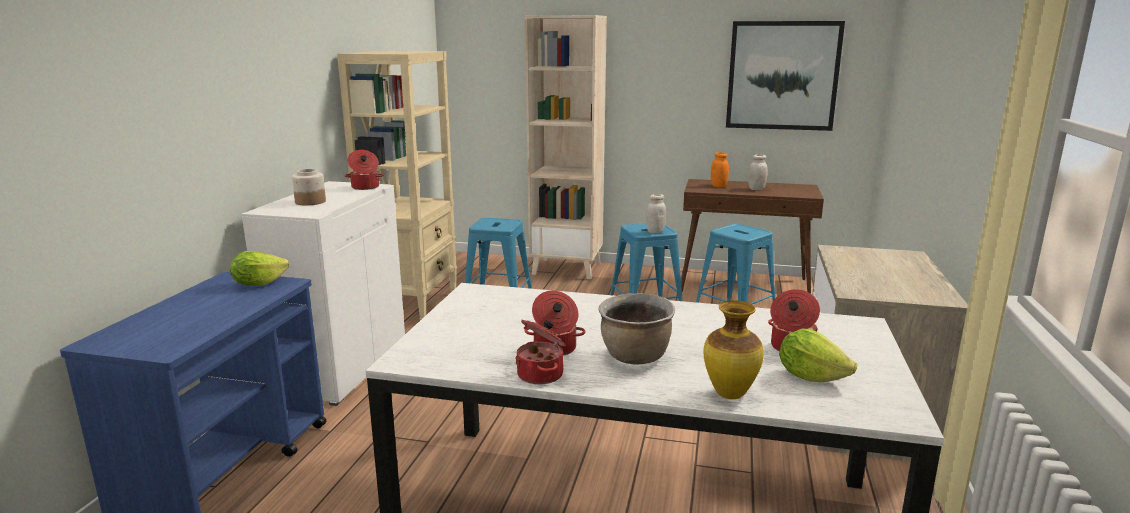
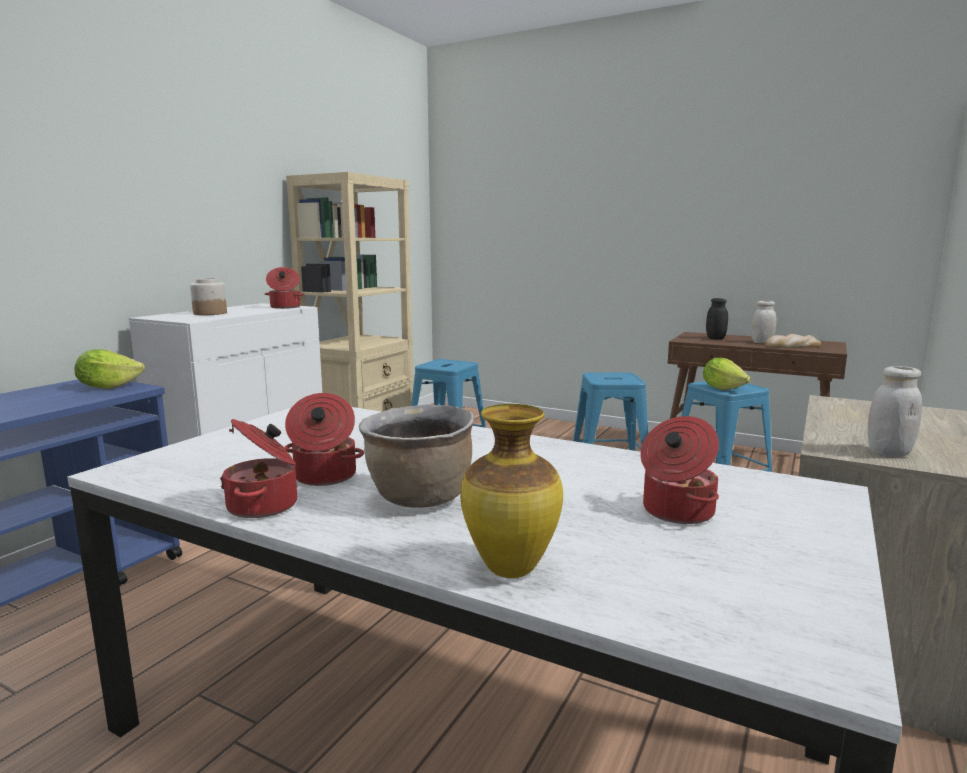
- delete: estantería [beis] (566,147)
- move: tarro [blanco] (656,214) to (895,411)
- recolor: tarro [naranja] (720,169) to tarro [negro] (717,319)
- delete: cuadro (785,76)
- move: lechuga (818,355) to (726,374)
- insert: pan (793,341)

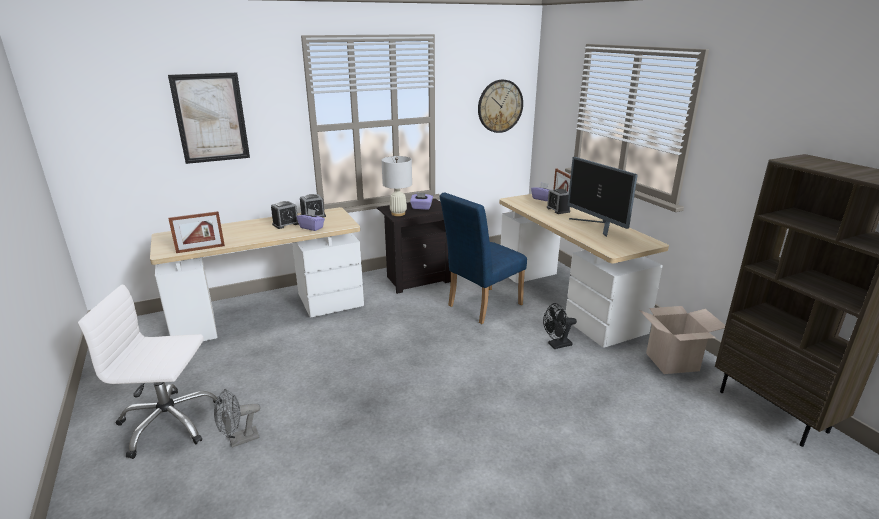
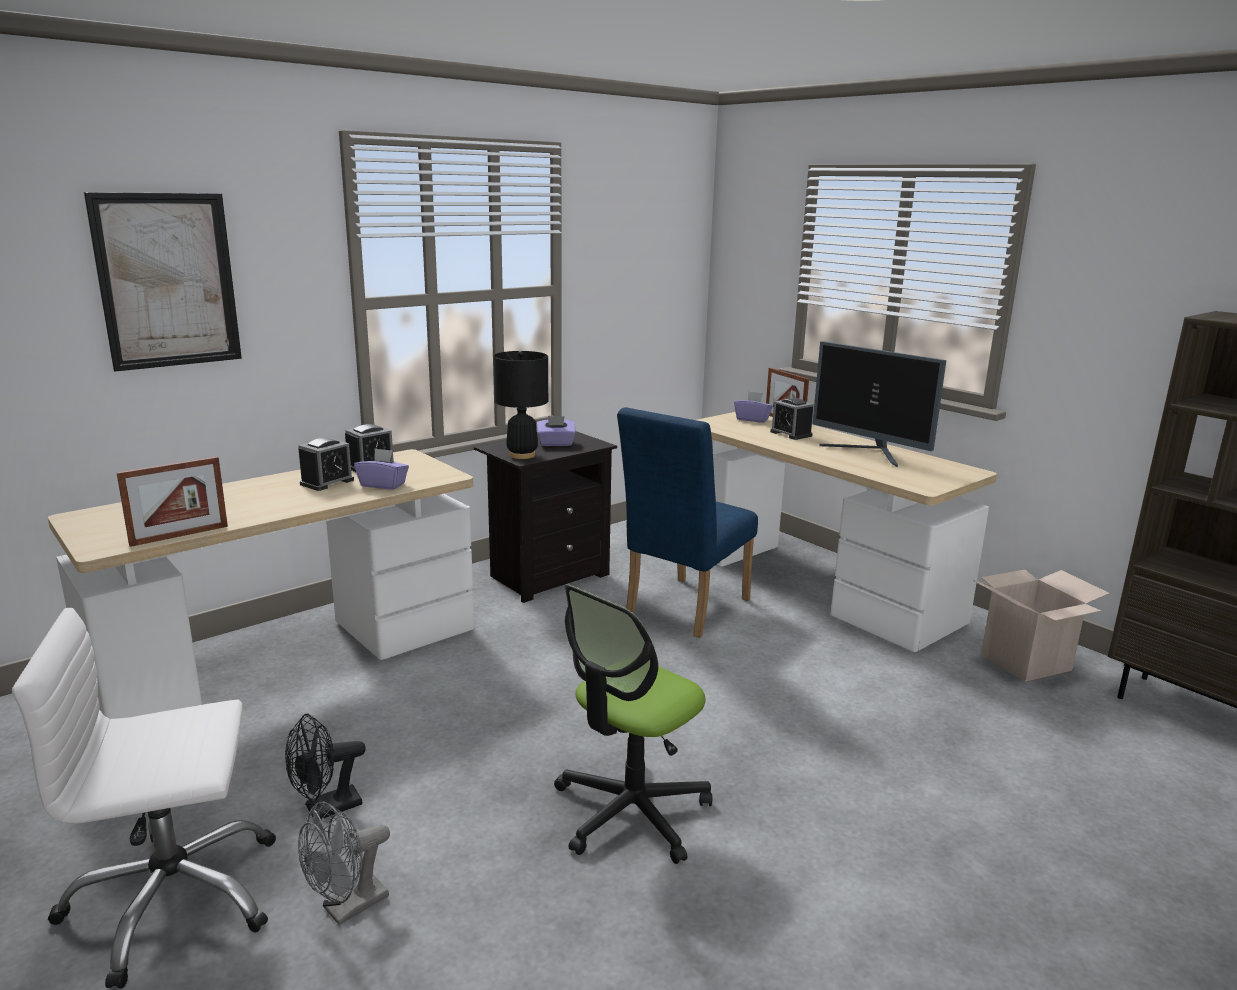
- recolor: lámpara de mesa [blanco] (397,186) to lámpara de mesa [negro] (520,405)
- delete: reloj de pared (500,106)
- move: ventilador [negro] (560,326) to (325,766)
- insert: silla de oficina (633,724)

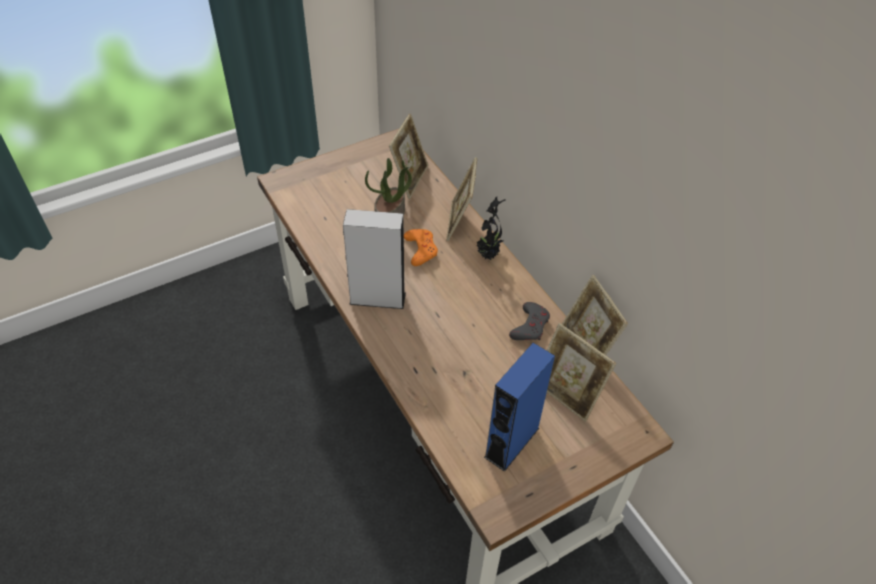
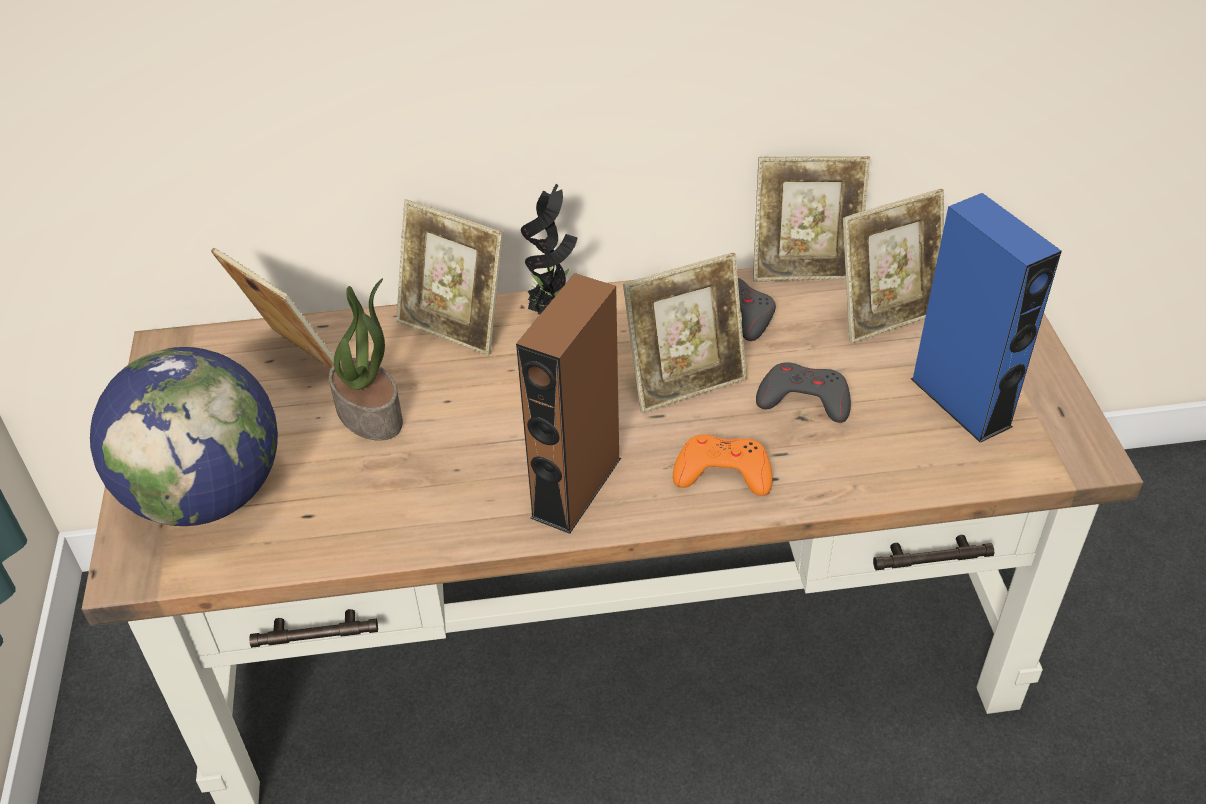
- recolor: altavoz [gris] (374,259) to altavoz [marrón] (568,403)
- move: mando de consola [naranja] (421,247) to (723,465)
- insert: globo terráqueo (184,436)
- insert: portarretratos (685,333)
- insert: mando de consola [gris] (803,392)

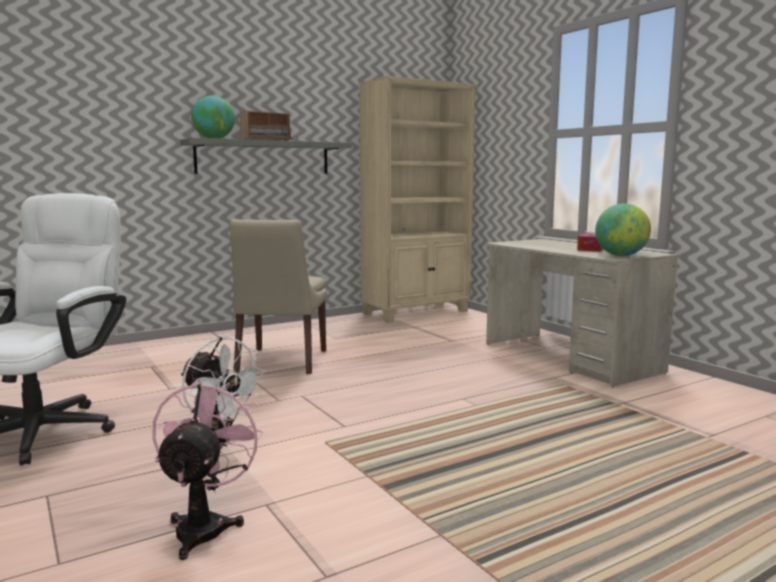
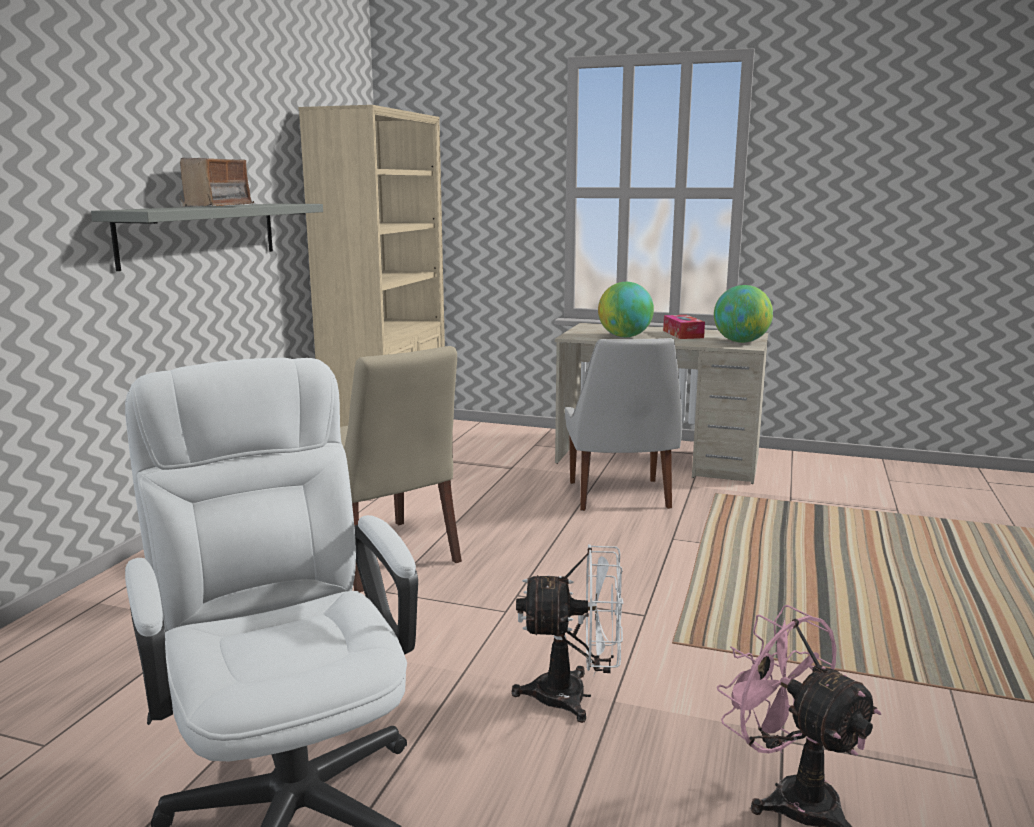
- move: globo terráqueo (213,117) to (626,309)
- insert: silla [blanco] (623,424)

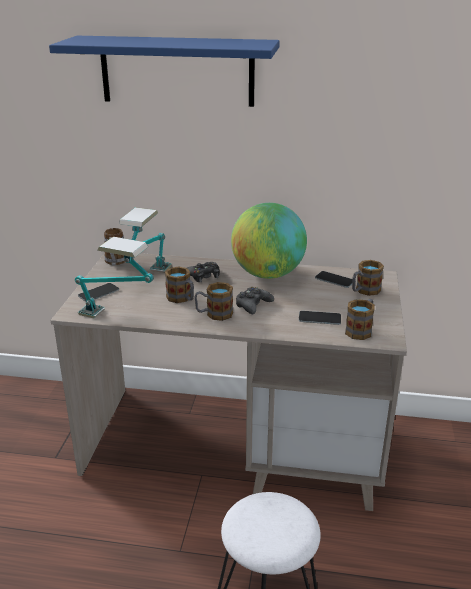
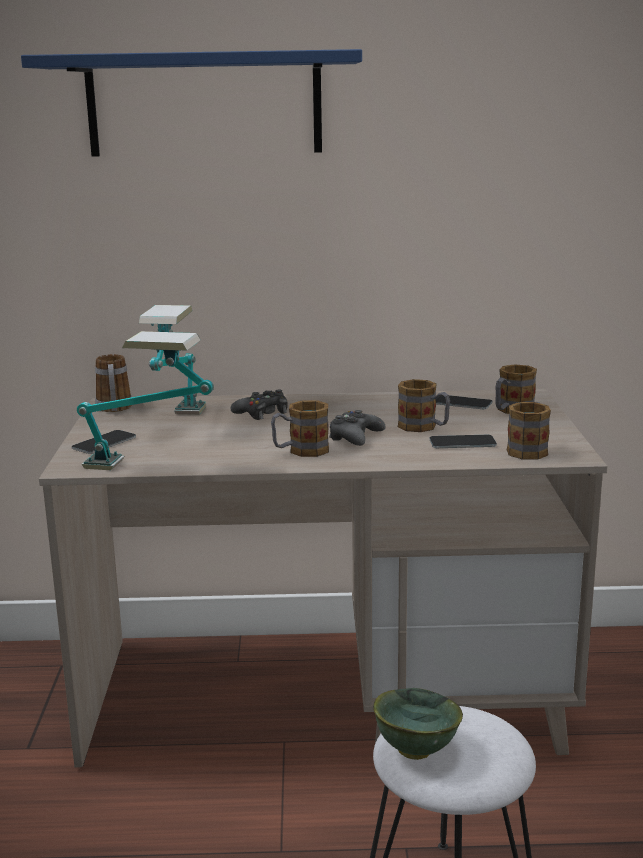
- move: taza grande (179,284) to (424,405)
- delete: globo terráqueo (269,241)
- insert: cuenco [verde] (418,724)

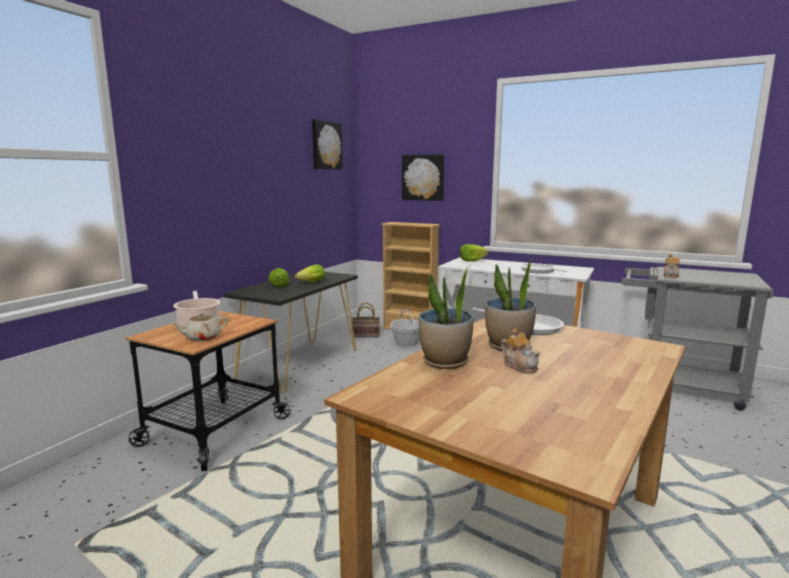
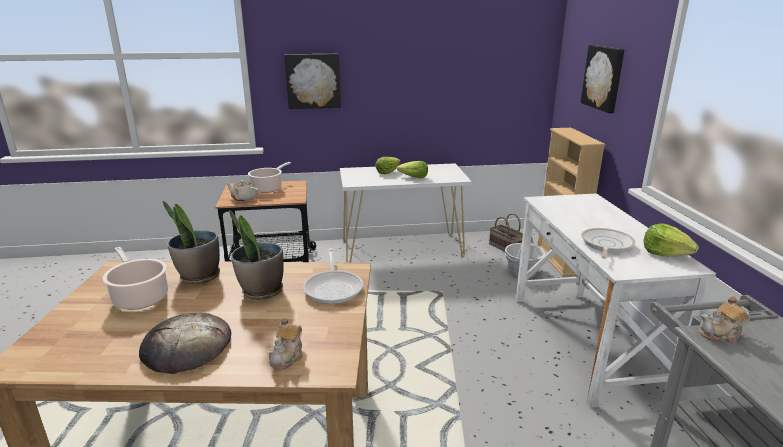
- recolor: mesa consola [negro] (290,332) to mesa consola [blanco] (406,213)
- move: cuadro (327,144) to (313,81)
- move: lechuga (474,253) to (671,240)
- move: tetera (521,351) to (285,344)
- insert: olla (135,278)
- insert: pan (185,343)

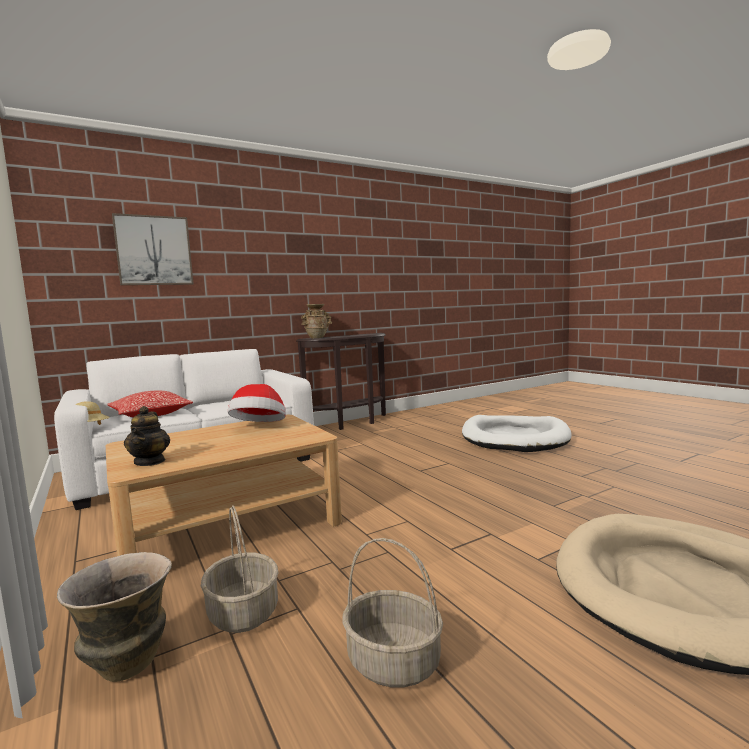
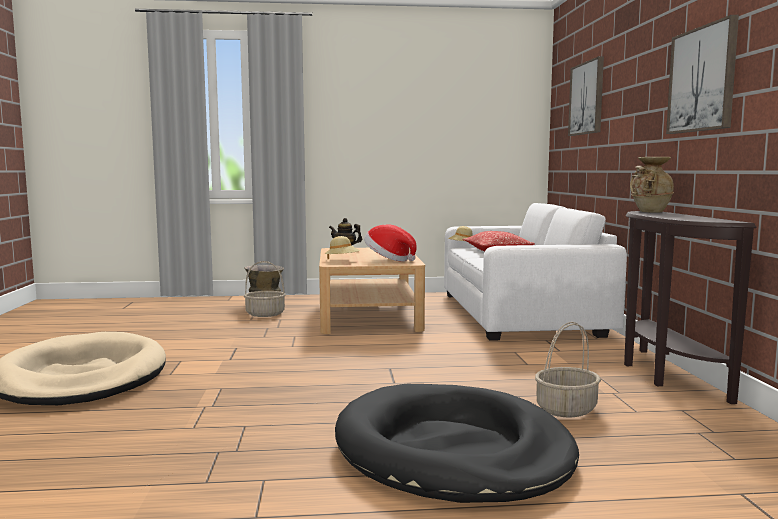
- move: cesta (392,613) to (568,369)
- recolor: cama para perro [blanco] (517,433) to cama para perro [negro] (457,443)
- insert: sombrero [beis] (342,247)
- insert: cuadro (702,74)

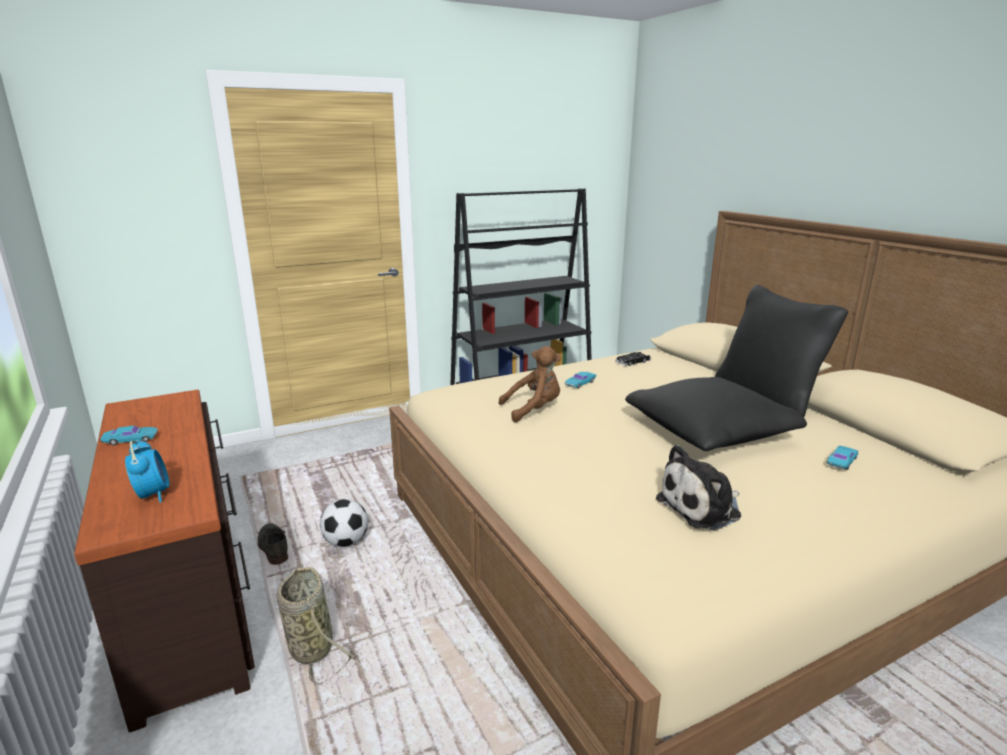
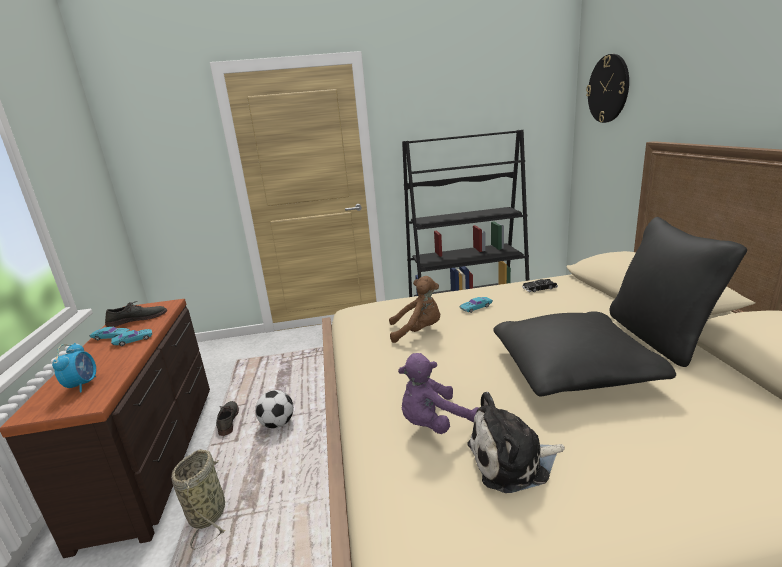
- move: coche de juguete [turquesa] (842,458) to (131,337)
- insert: zapato [gris] (136,314)
- insert: peluche [morado] (438,393)
- insert: reloj de pared (607,88)

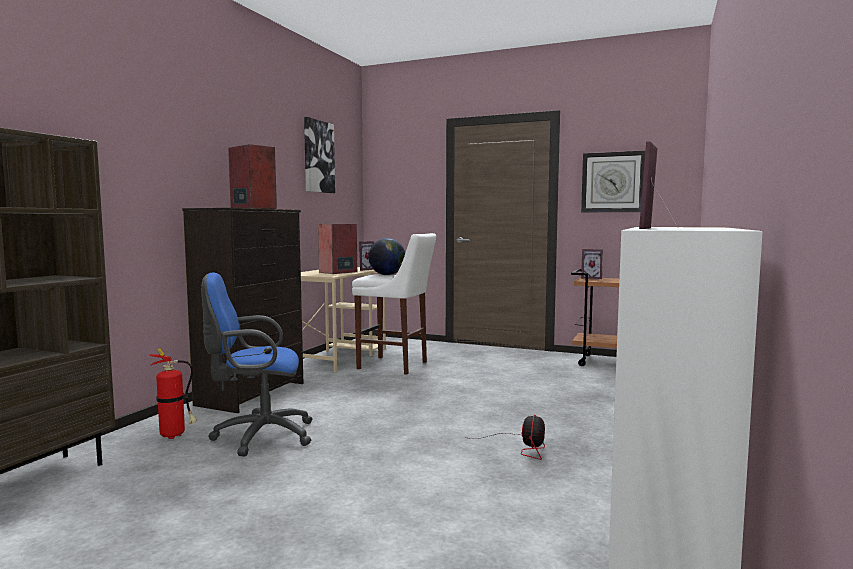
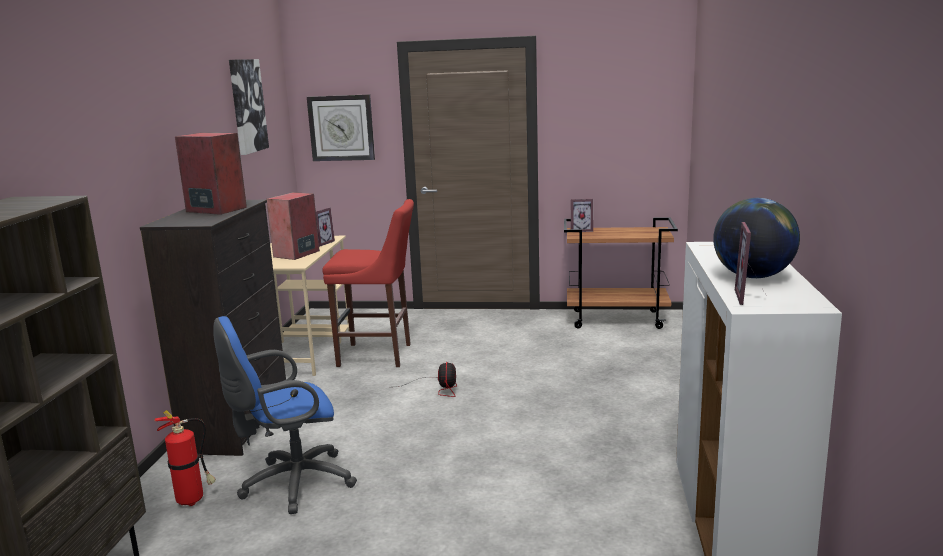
- recolor: taburete [blanco] (394,303) to taburete [rojo] (368,283)
- move: globo terráqueo (386,256) to (756,238)
- move: ventilador (504,437) to (427,379)
- move: reloj de pared (613,181) to (341,127)

